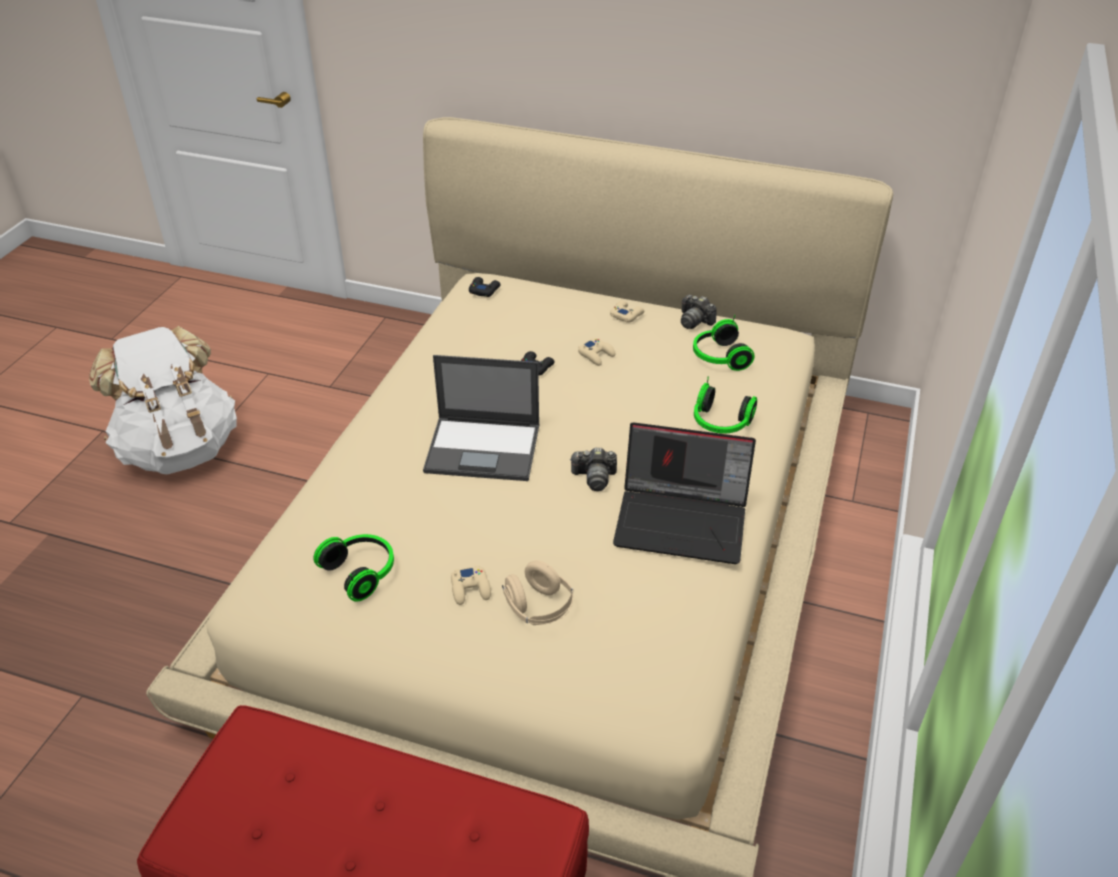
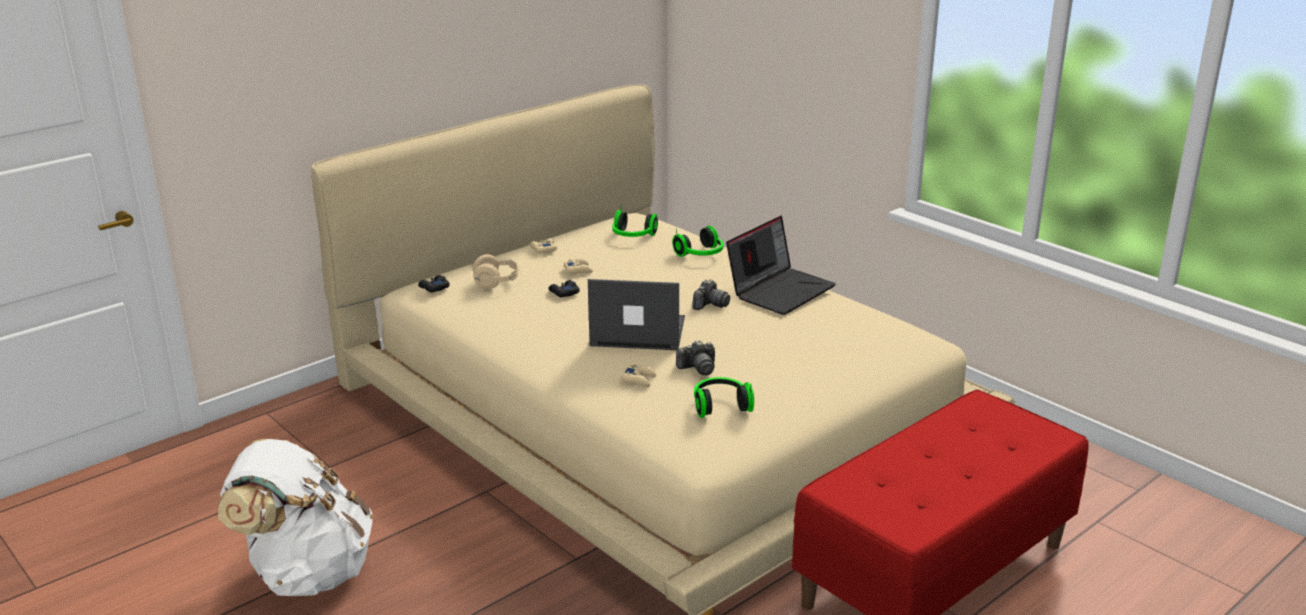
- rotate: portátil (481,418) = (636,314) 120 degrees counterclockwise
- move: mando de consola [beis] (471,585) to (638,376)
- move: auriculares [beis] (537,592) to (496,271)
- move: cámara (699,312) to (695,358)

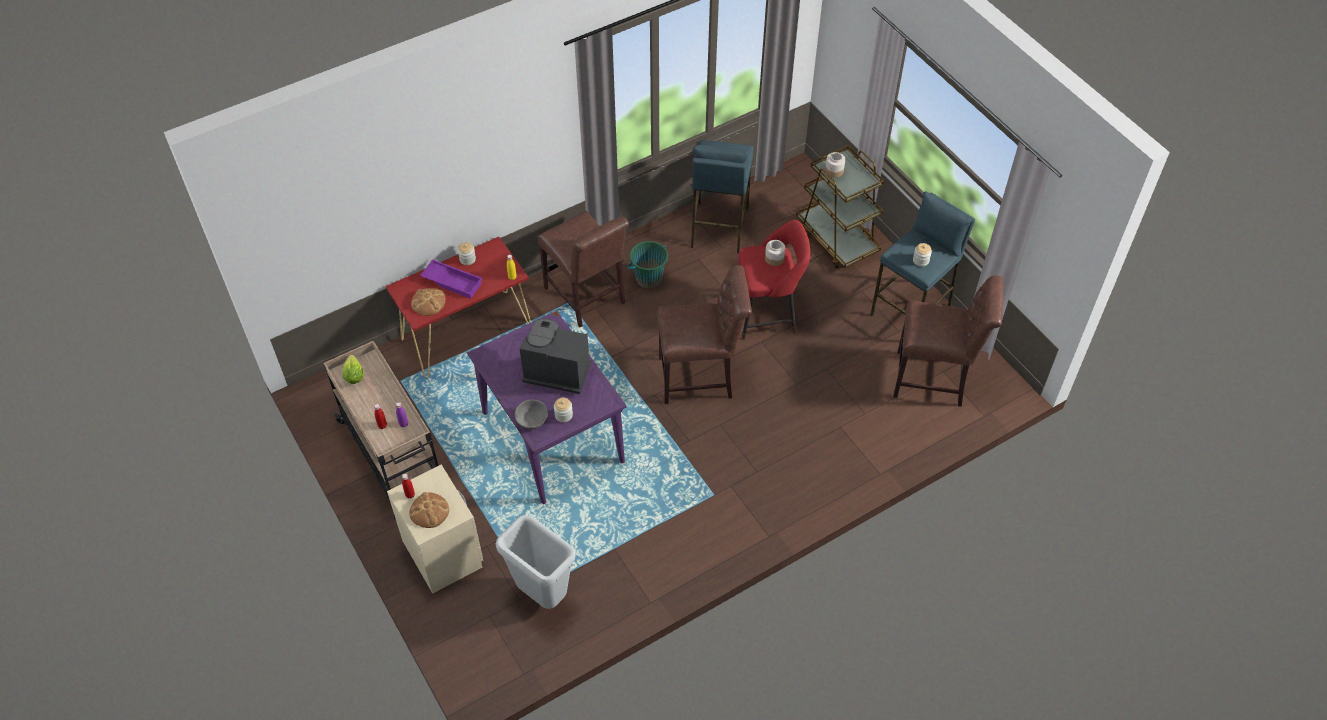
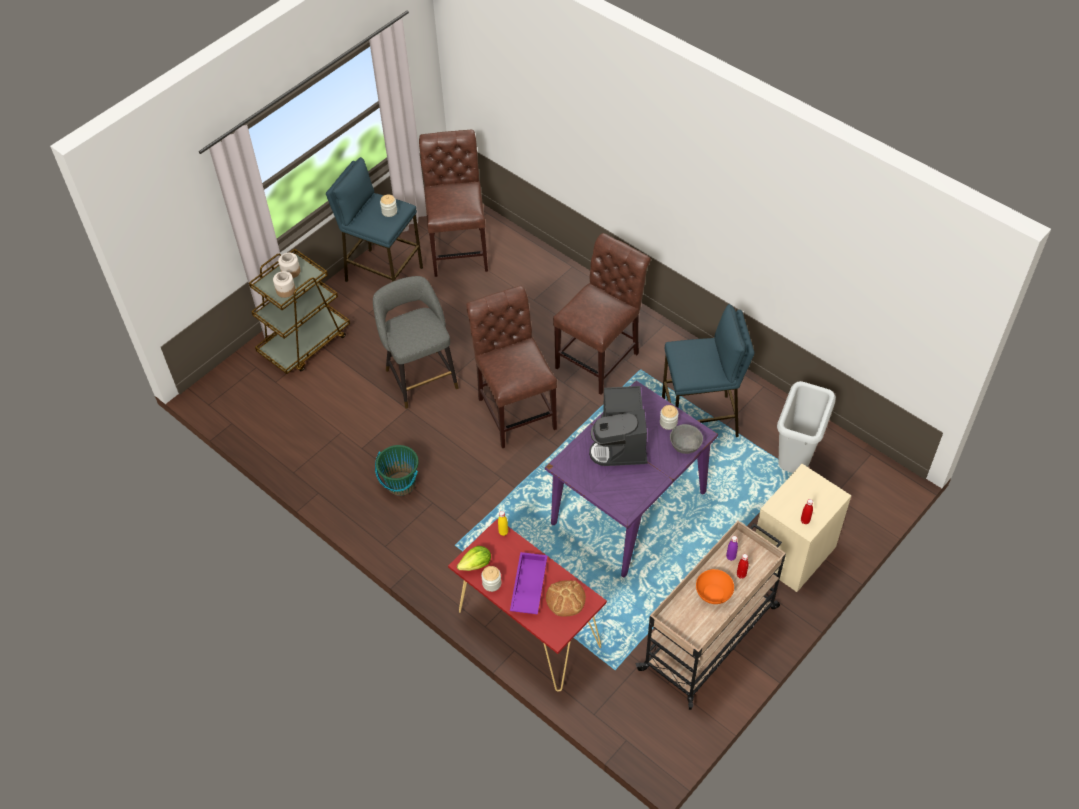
- move: lechuga (353,369) to (474,558)
- delete: pan (429,510)
- move: silla [marrón] (583,269) to (602,314)
- move: taburete [azul] (722,196) to (708,370)
- recolor: taburete [rojo] (774,280) to taburete [gris] (416,342)
- move: tarro (775,253) to (289,265)
- insert: cuenco [naranja] (715,586)

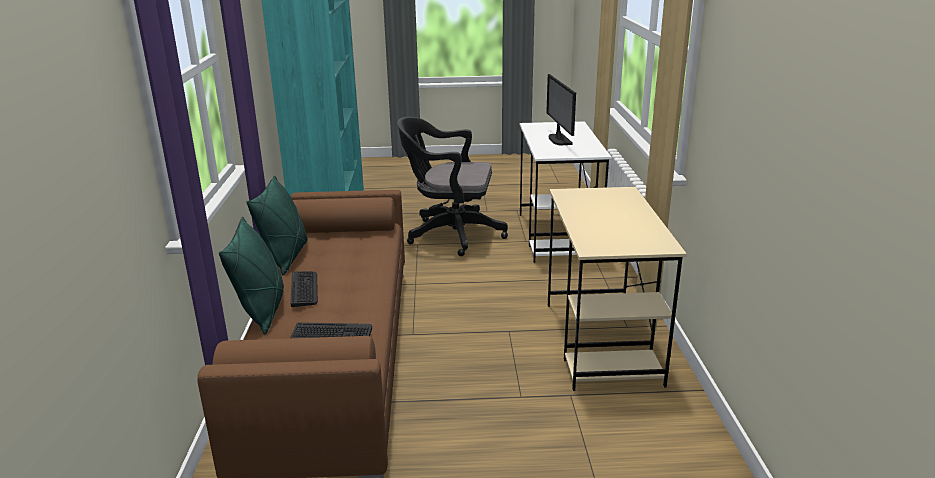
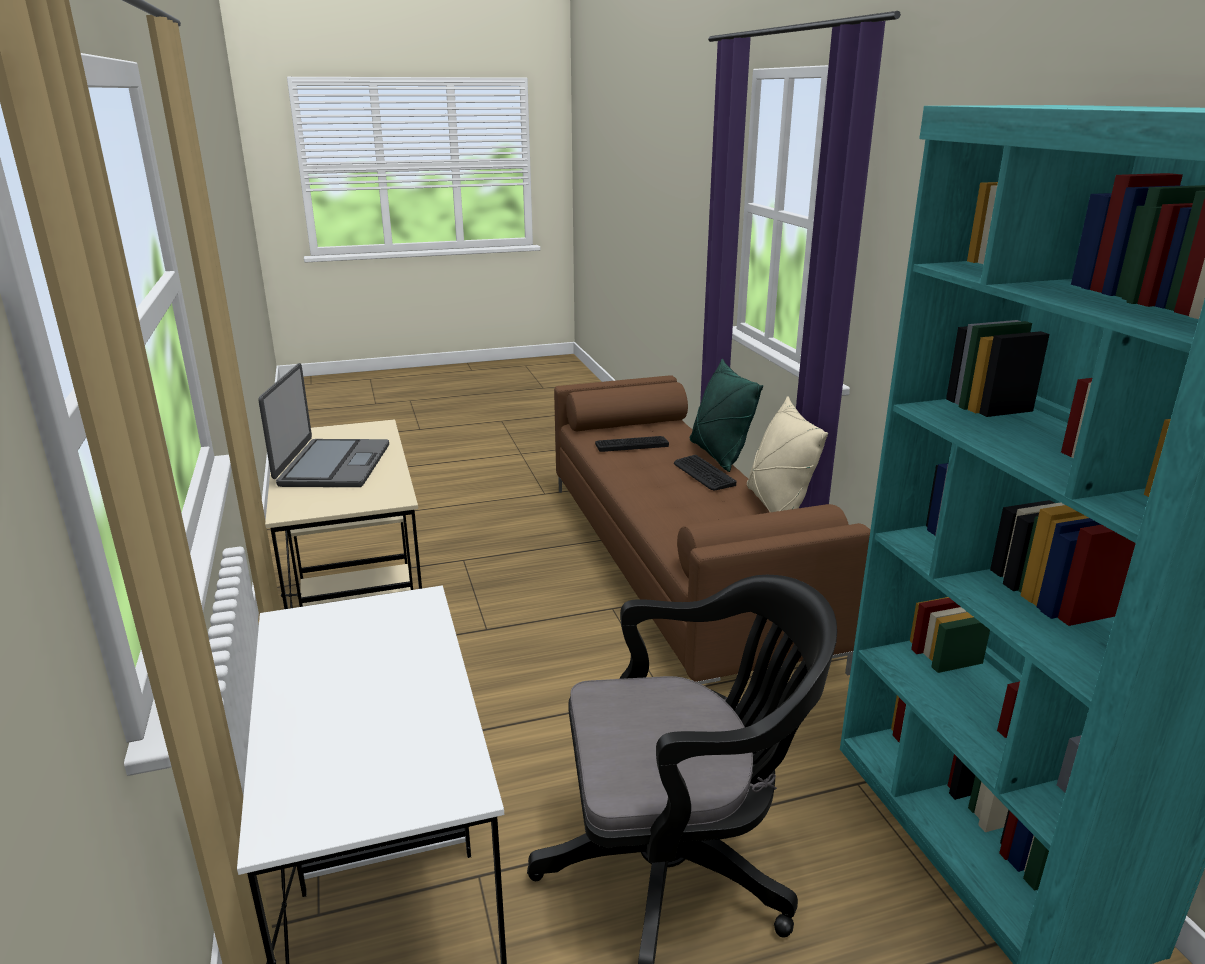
- recolor: cojín [verde] (277,225) to cojín [beis] (787,454)
- delete: monitor (561,110)
- insert: portátil (323,425)

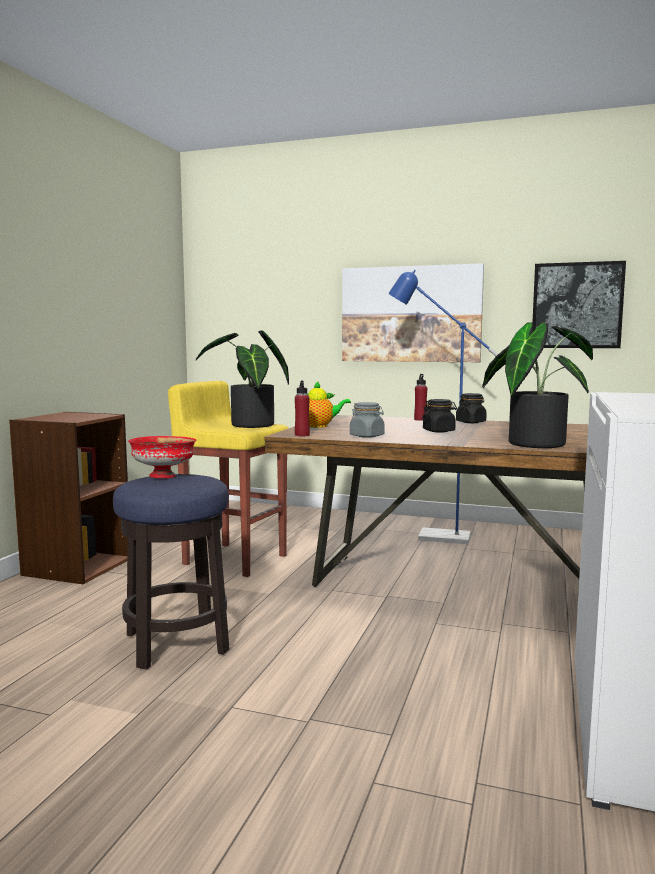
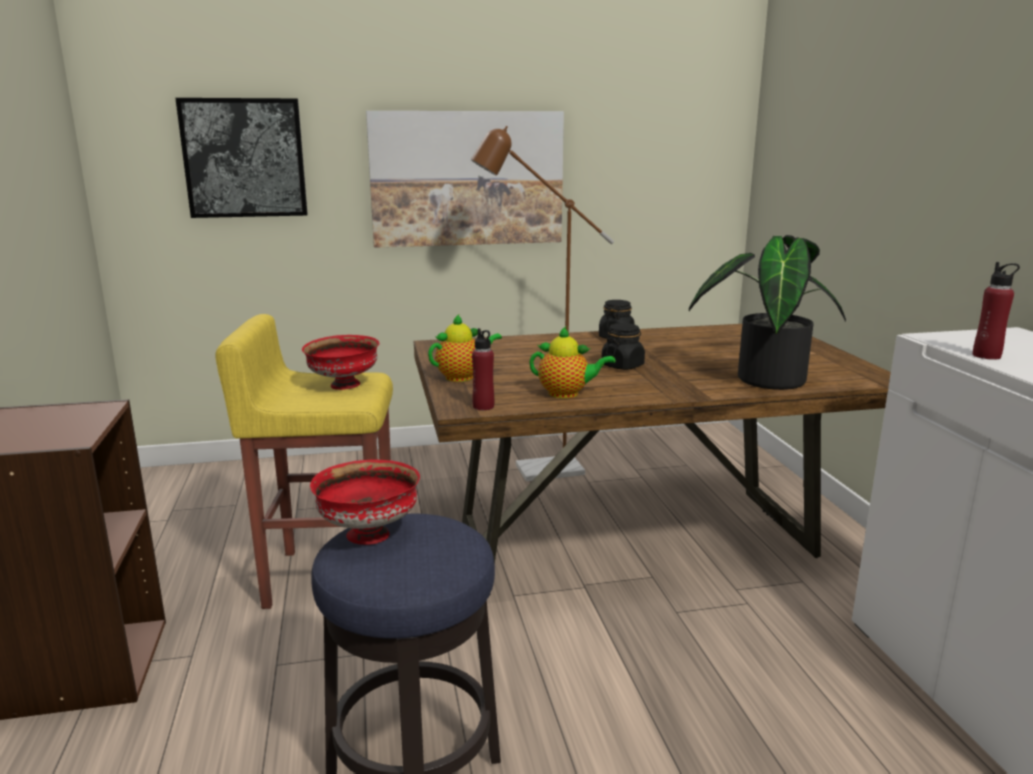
- replace: planta en maceta (242,379) to cuenco [rojo] (340,362)
- replace: tarro [gris] (367,420) to tetera (572,362)
- recolor: lámpara de pie [azul] (443,407) to lámpara de pie [marrón] (542,303)
- move: botella [rojo] (420,397) to (996,311)
- move: cuadro (579,304) to (241,158)

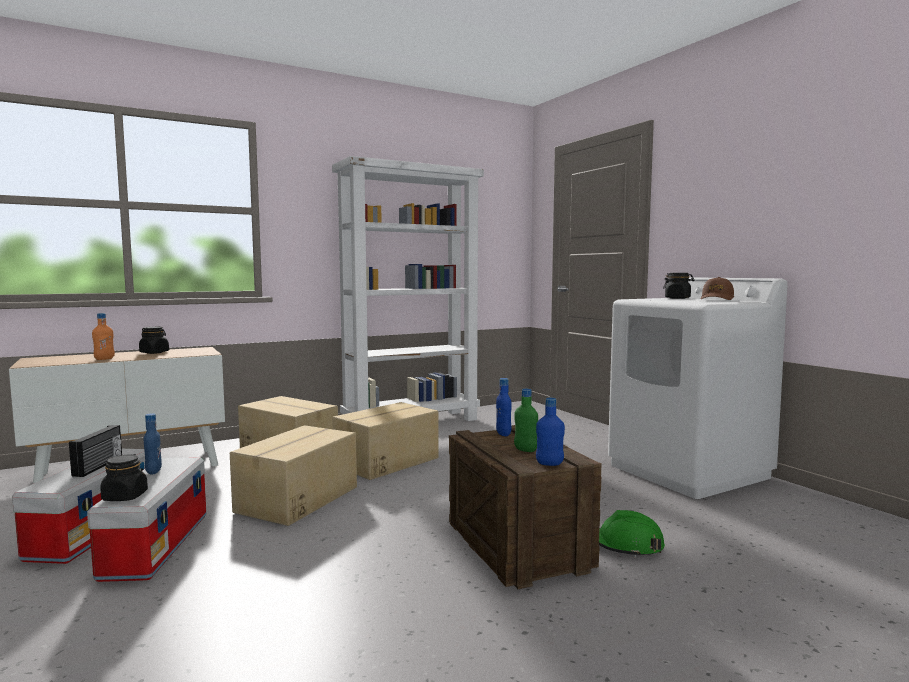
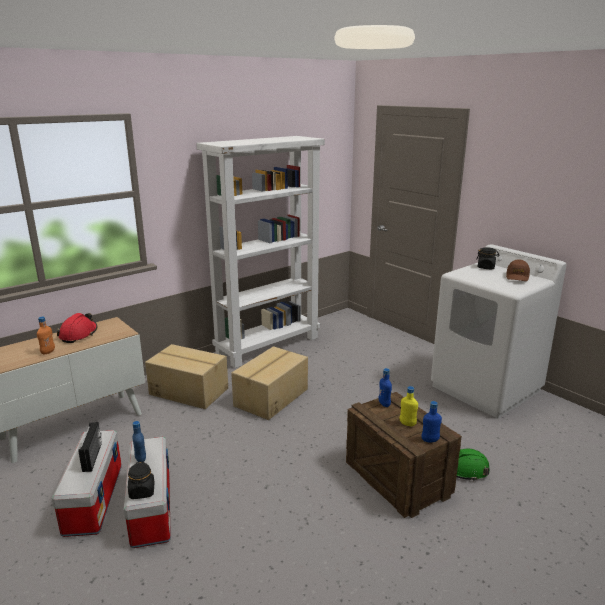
- replace: tarro [negro] (154,340) to casco [rojo] (77,328)
- delete: caja de cartón (293,475)
- recolor: botella [verde] (526,420) to botella [amarillo] (409,406)

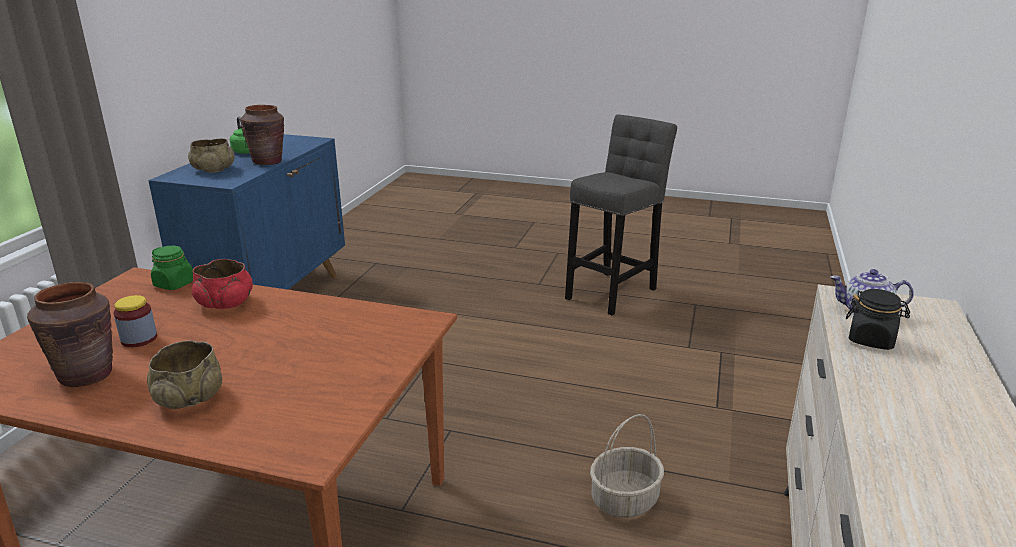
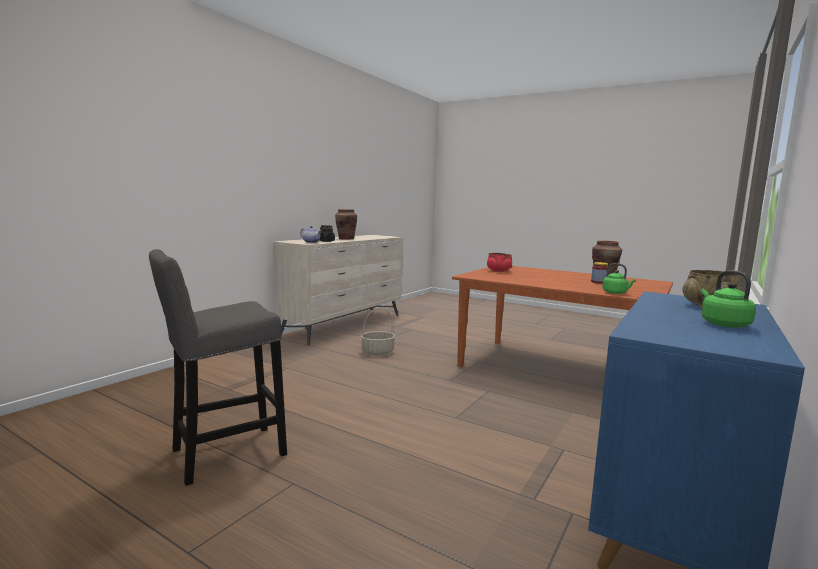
- delete: cuenco [beis] (184,374)
- replace: tarro [verde] (172,268) to hervidor [verde] (619,278)
- move: cuenco [rojo] (222,284) to (499,262)
- move: florero [marrón] (262,135) to (346,224)

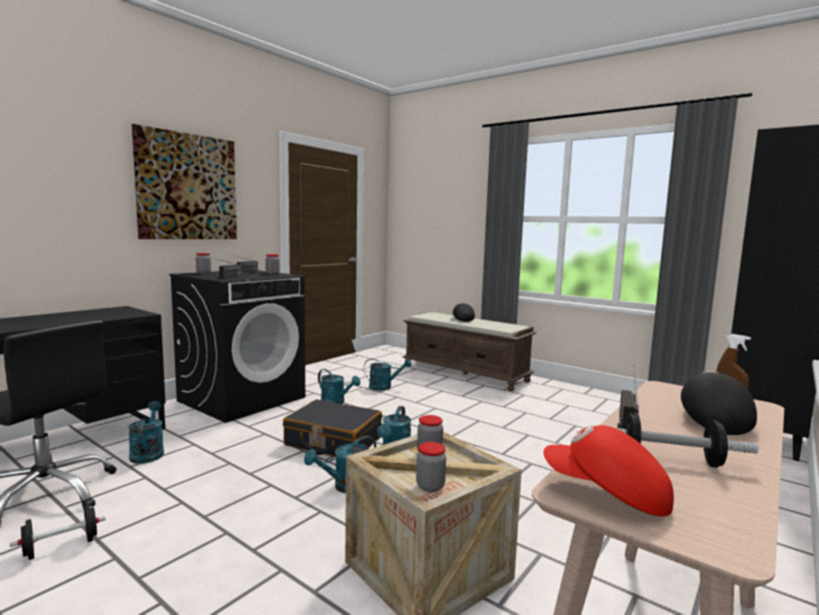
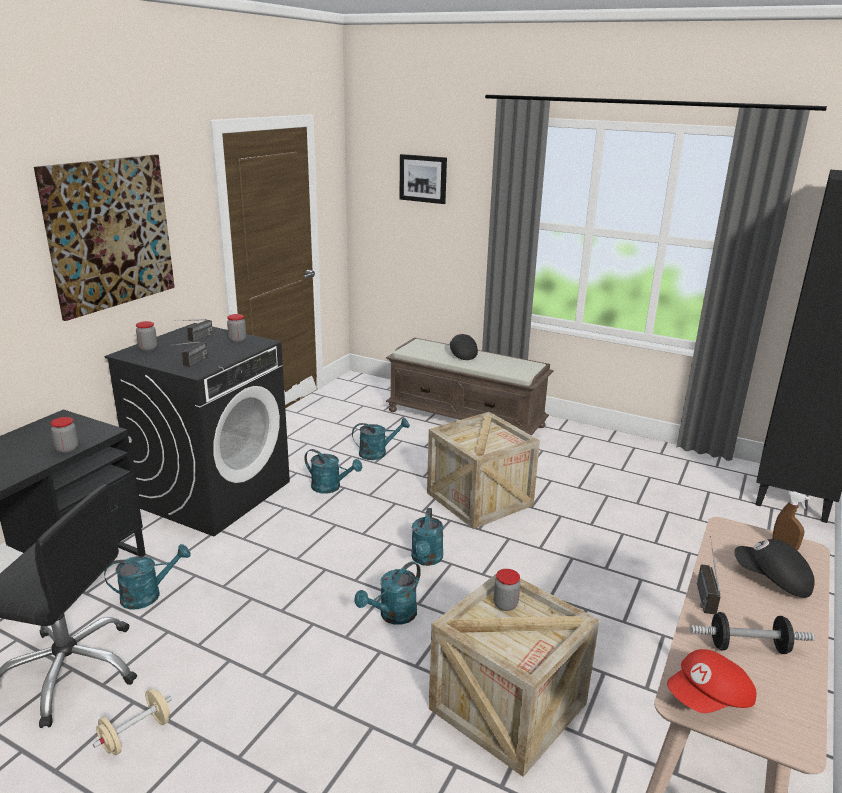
- recolor: mancuerna [negro] (58,532) to mancuerna [beis] (132,722)
- rotate: regadera [turquesa] (146,432) = (147,577) 90 degrees clockwise
- delete: maleta [negro] (332,428)
- move: tarro (431,467) to (64,435)
- rotate: gorra [rojo] (609,471) = (712,681) 45 degrees counterclockwise
- rotate: gorra [negro] (719,403) = (774,568) 60 degrees counterclockwise
- insert: cuadro (423,179)
- insert: caja de embalaje (483,470)

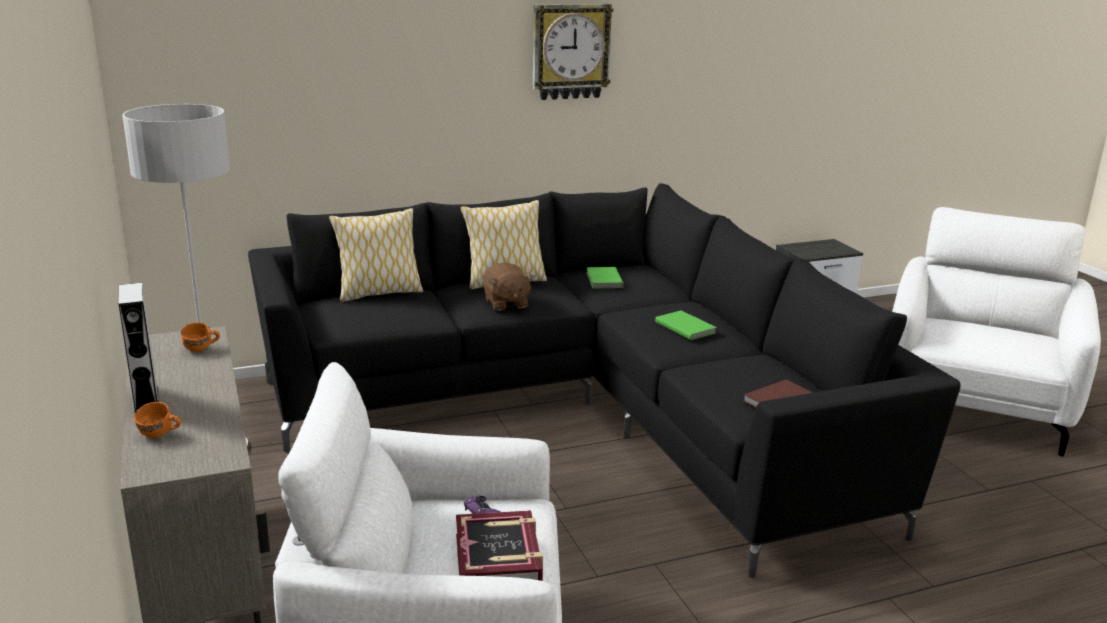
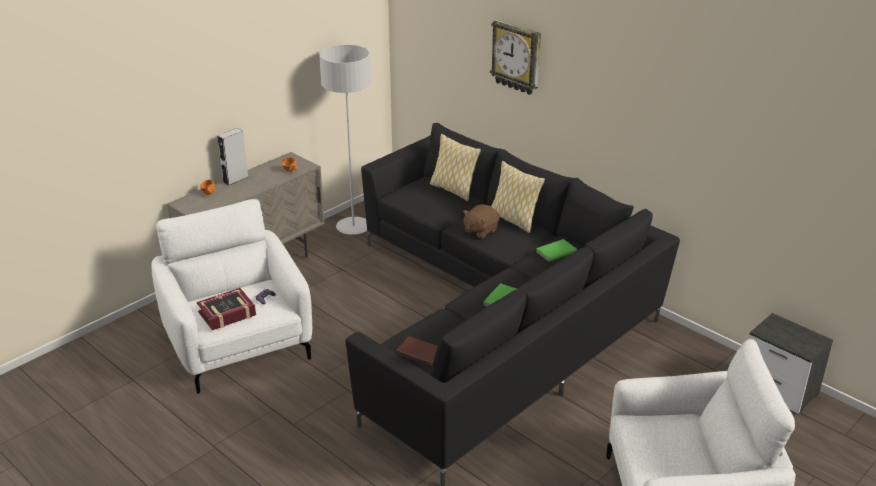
- move: reloj de pared (573,52) to (515,57)

